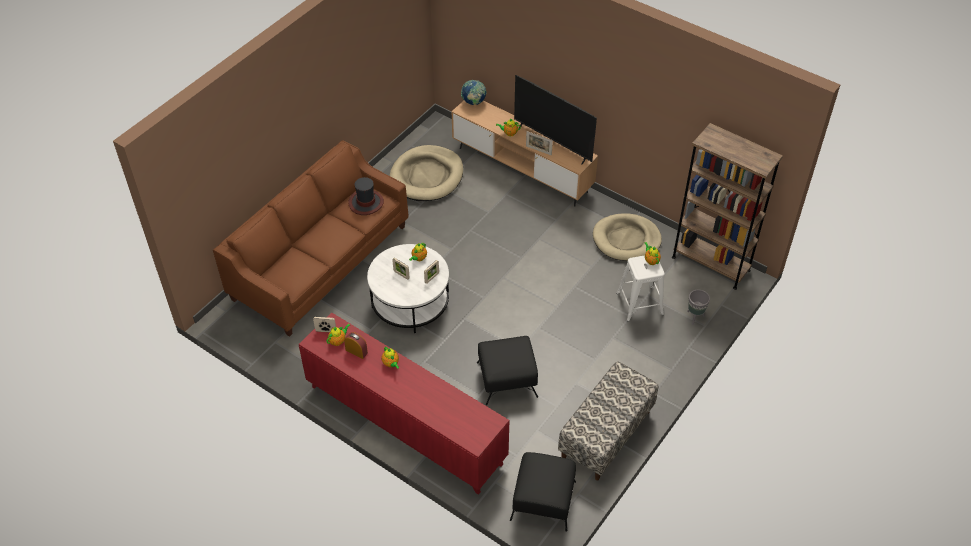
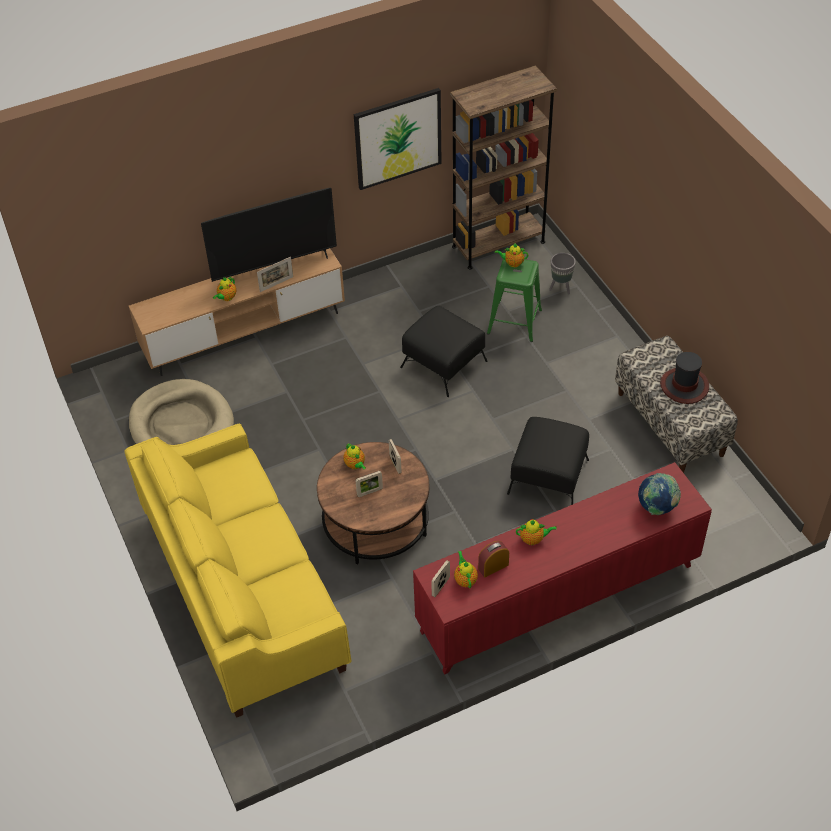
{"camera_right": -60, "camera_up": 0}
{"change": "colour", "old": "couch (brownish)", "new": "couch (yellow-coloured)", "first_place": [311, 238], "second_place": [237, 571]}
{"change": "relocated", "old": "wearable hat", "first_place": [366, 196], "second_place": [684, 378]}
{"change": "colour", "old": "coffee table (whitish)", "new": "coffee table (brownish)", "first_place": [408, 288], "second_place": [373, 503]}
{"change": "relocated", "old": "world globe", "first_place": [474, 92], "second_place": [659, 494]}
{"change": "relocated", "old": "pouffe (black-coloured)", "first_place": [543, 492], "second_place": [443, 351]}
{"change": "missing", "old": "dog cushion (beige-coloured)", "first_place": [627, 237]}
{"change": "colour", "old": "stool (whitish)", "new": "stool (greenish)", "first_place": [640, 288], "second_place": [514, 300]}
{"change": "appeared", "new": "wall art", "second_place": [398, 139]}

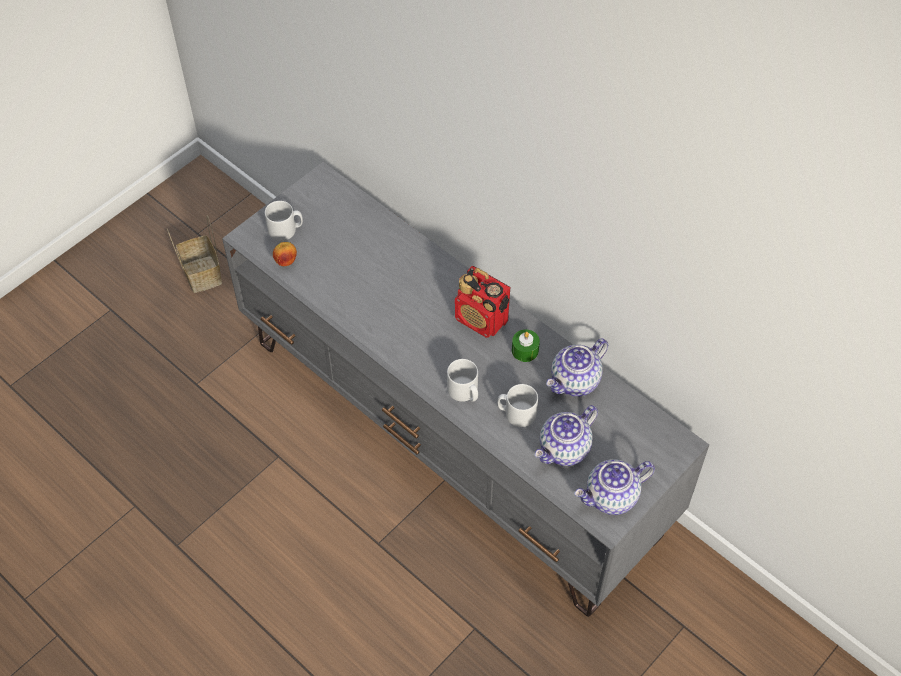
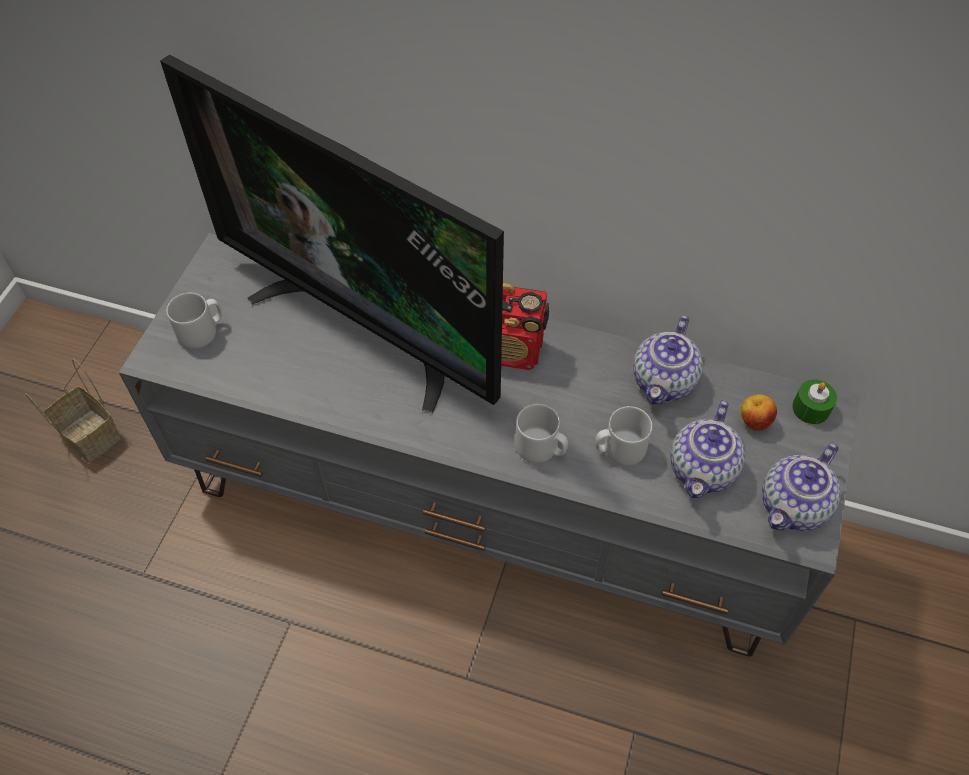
{"camera_right": -25, "camera_up": 0}
{"change": "relocated", "old": "apple fruit", "first_place": [285, 254], "second_place": [759, 412]}
{"change": "relocated", "old": "wax light (greenish)", "first_place": [526, 345], "second_place": [814, 402]}
{"change": "appeared", "new": "TV", "second_place": [332, 233]}

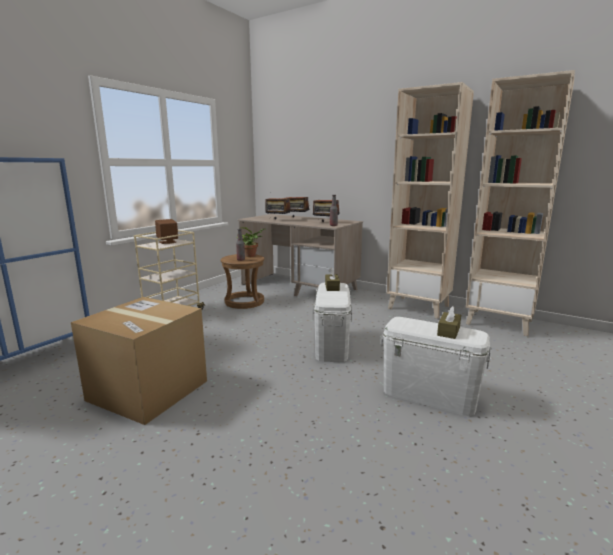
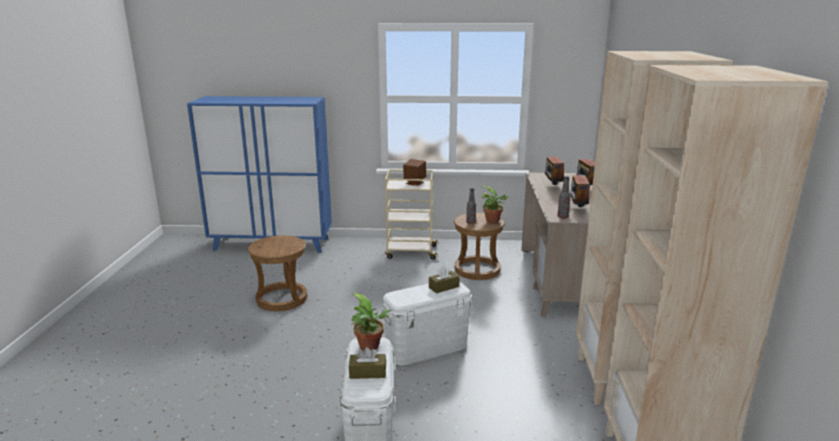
{"camera_right": 60, "camera_up": 5}
{"change": "exchanged", "old": "carton", "new": "stool (brownish)", "first_place": [139, 361], "second_place": [277, 273]}
{"change": "appeared", "new": "plant in a pot", "second_place": [372, 322]}

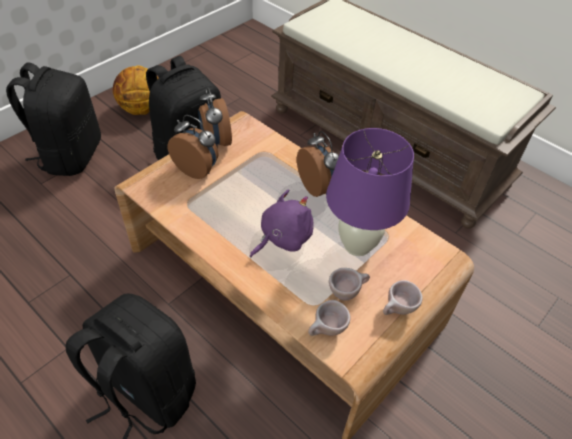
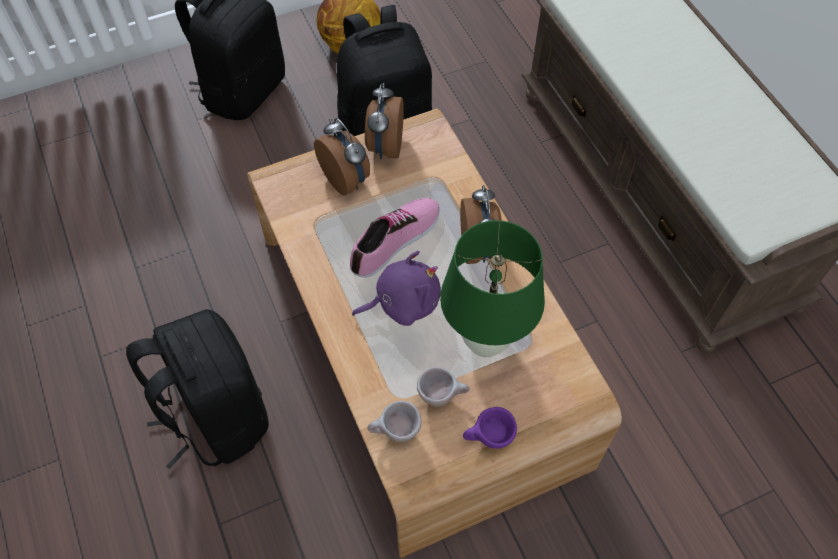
{"camera_right": 25, "camera_up": 10}
{"change": "colour", "old": "tabletop lamp (purplish)", "new": "tabletop lamp (greenish)", "first_place": [370, 192], "second_place": [492, 288]}
{"change": "colour", "old": "drinking cup (beige-coloured)", "new": "drinking cup (purplish)", "first_place": [403, 297], "second_place": [490, 428]}
{"change": "appeared", "new": "shoe", "second_place": [395, 238]}

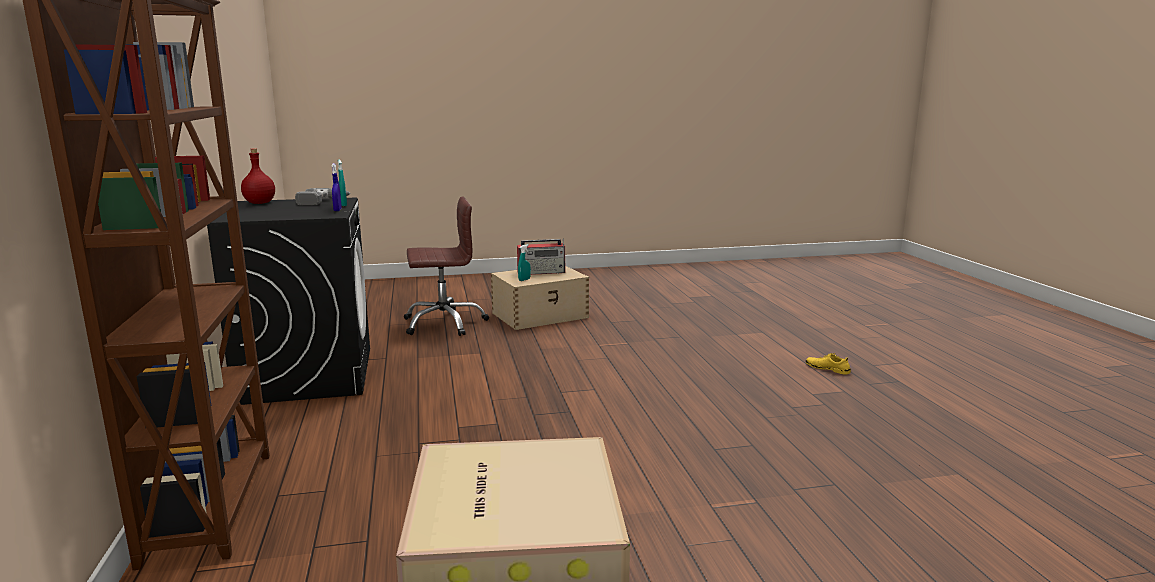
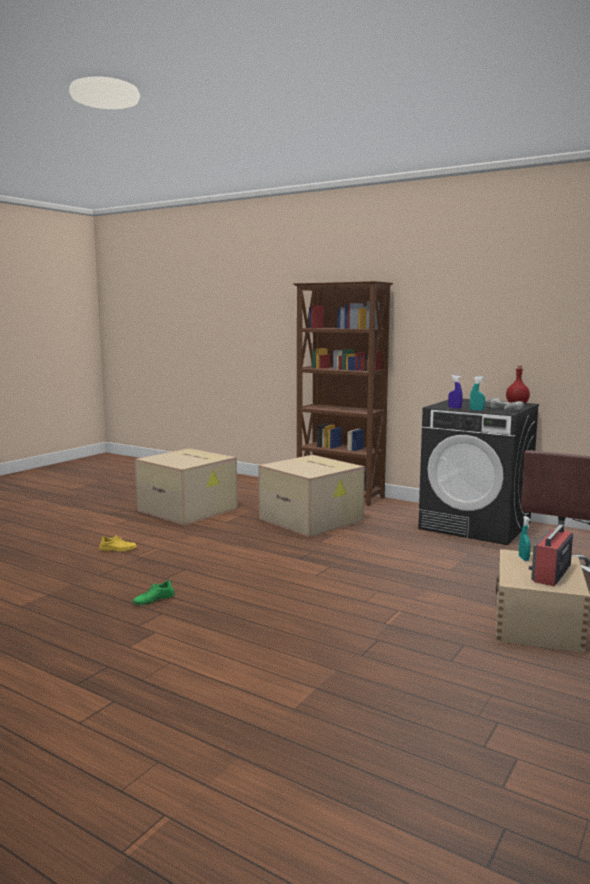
{"camera_right": 135, "camera_up": -5}
{"change": "relocated", "old": "shoe (yellow-coloured)", "first_place": [828, 364], "second_place": [118, 544]}
{"change": "appeared", "new": "shoe (greenish)", "second_place": [153, 592]}
{"change": "appeared", "new": "carton", "second_place": [311, 496]}

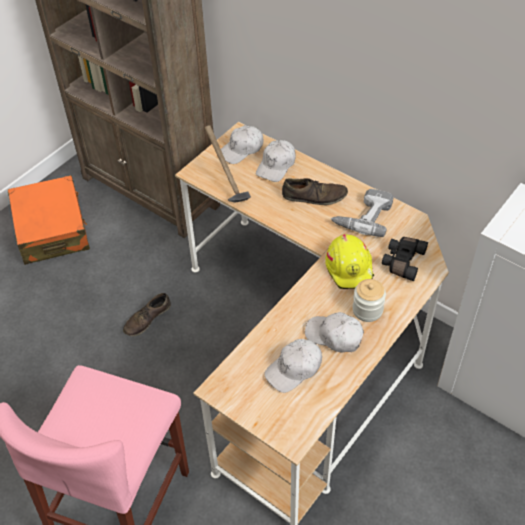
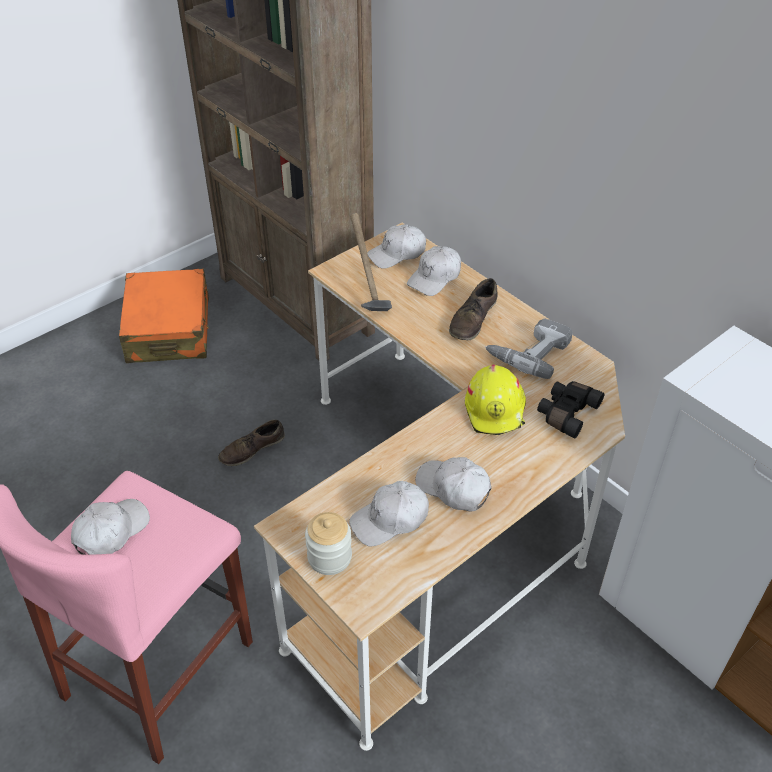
{"camera_right": 10, "camera_up": -5}
{"change": "spun", "old": "shoe (brownish)", "first_place": [315, 191], "second_place": [473, 309], "degrees": 105}
{"change": "relocated", "old": "preserve jar", "first_place": [369, 300], "second_place": [328, 543]}
{"change": "appeared", "new": "cap (whitish)", "second_place": [110, 527]}

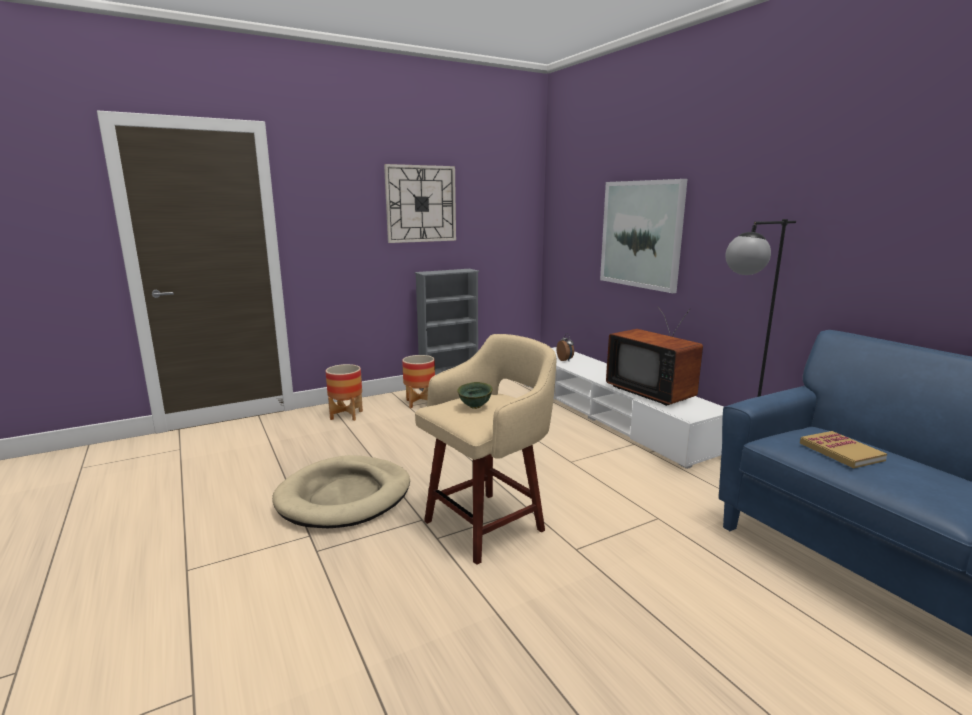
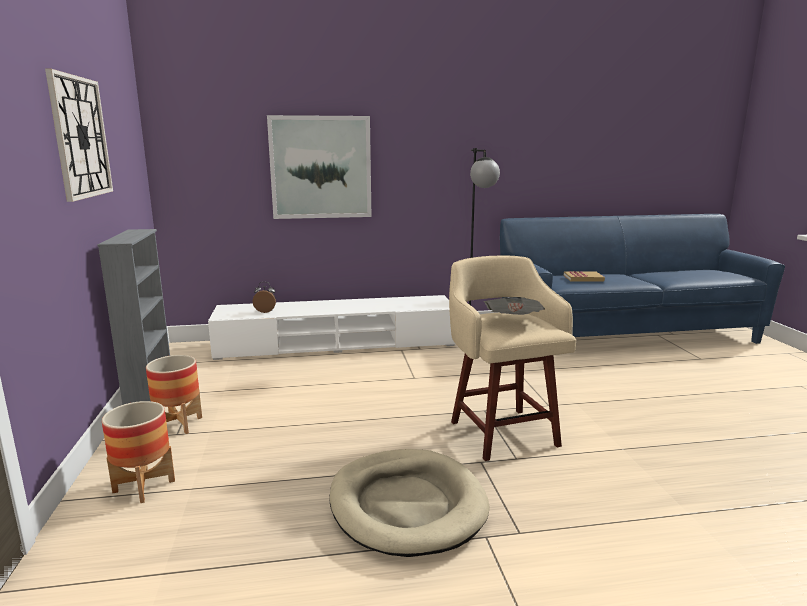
{"camera_right": -70, "camera_up": 0}
{"change": "exchanged", "old": "bowl (greenish)", "new": "newspaper", "first_place": [475, 395], "second_place": [514, 306]}
{"change": "missing", "old": "TV", "first_place": [654, 356]}

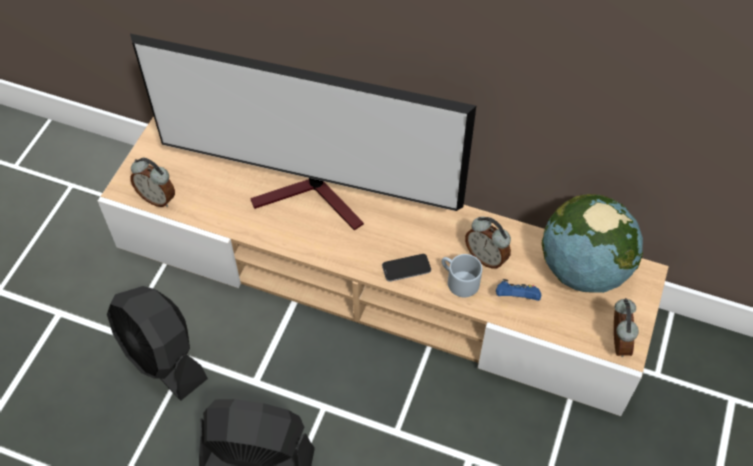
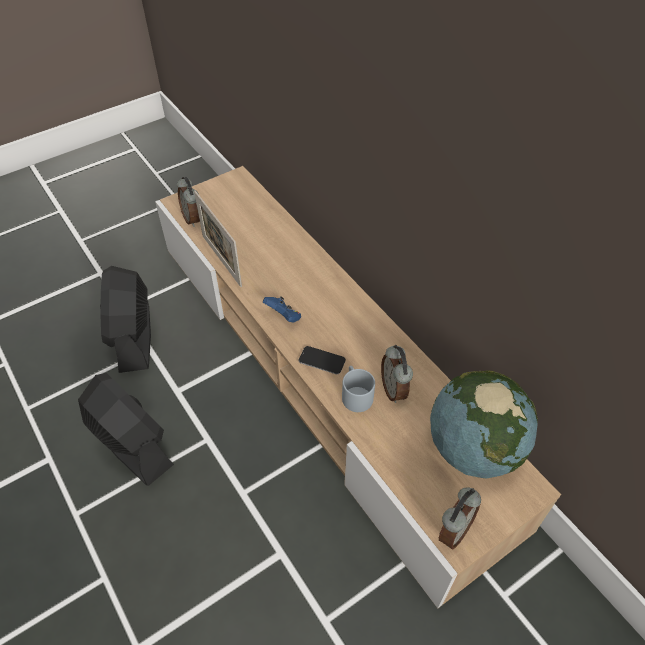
{"camera_right": 35, "camera_up": -5}
{"change": "missing", "old": "TV", "first_place": [303, 132]}
{"change": "relocated", "old": "game controller (bluish)", "first_place": [518, 290], "second_place": [282, 309]}
{"change": "appeared", "new": "picture frame", "second_place": [218, 239]}

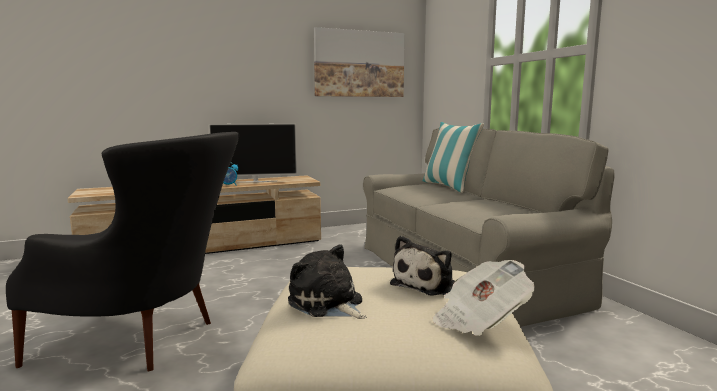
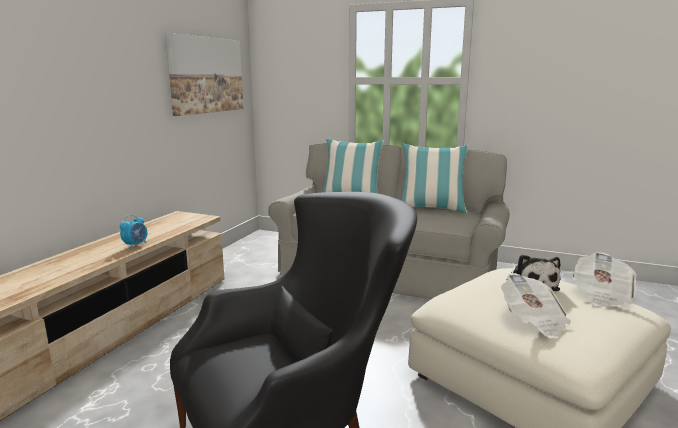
{"camera_right": -45, "camera_up": 5}
{"change": "missing", "old": "TV", "first_place": [253, 153]}
{"change": "exchanged", "old": "plush toy", "new": "newspaper", "first_place": [327, 281], "second_place": [536, 306]}
{"change": "appeared", "new": "cushion", "second_place": [435, 178]}

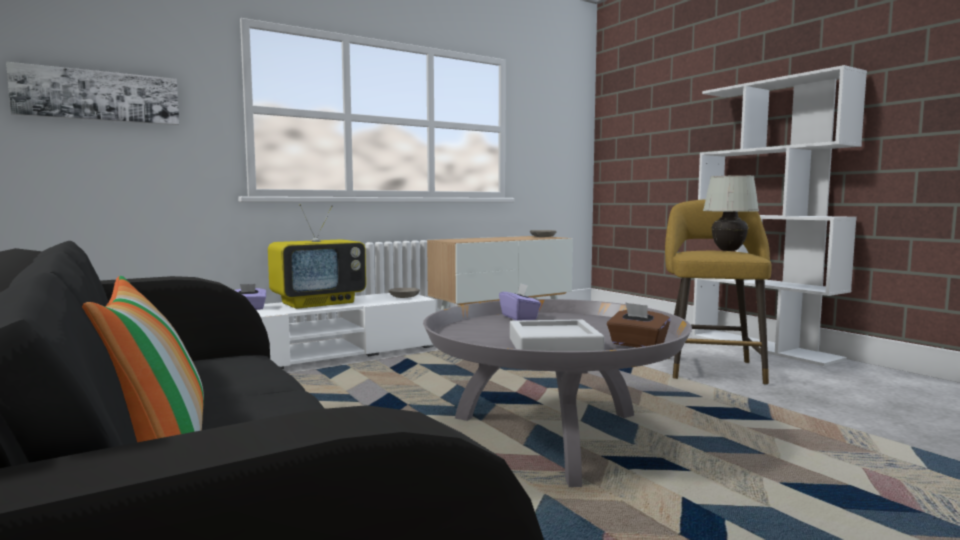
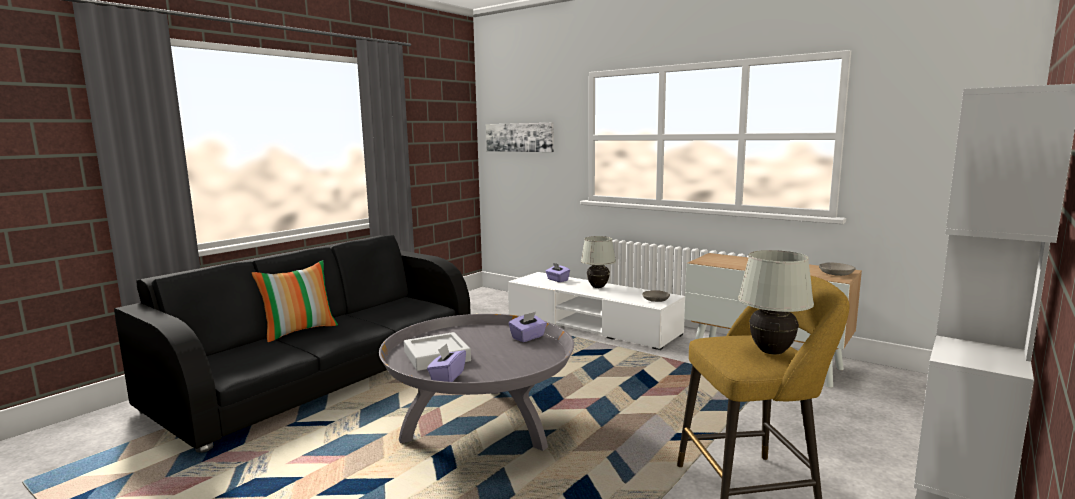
{"camera_right": 70, "camera_up": 5}
{"change": "exchanged", "old": "TV", "new": "tabletop lamp (whitish)", "first_place": [317, 256], "second_place": [598, 262]}
{"change": "colour", "old": "tissue holder (brownish)", "new": "tissue holder (purplish)", "first_place": [639, 324], "second_place": [446, 362]}

